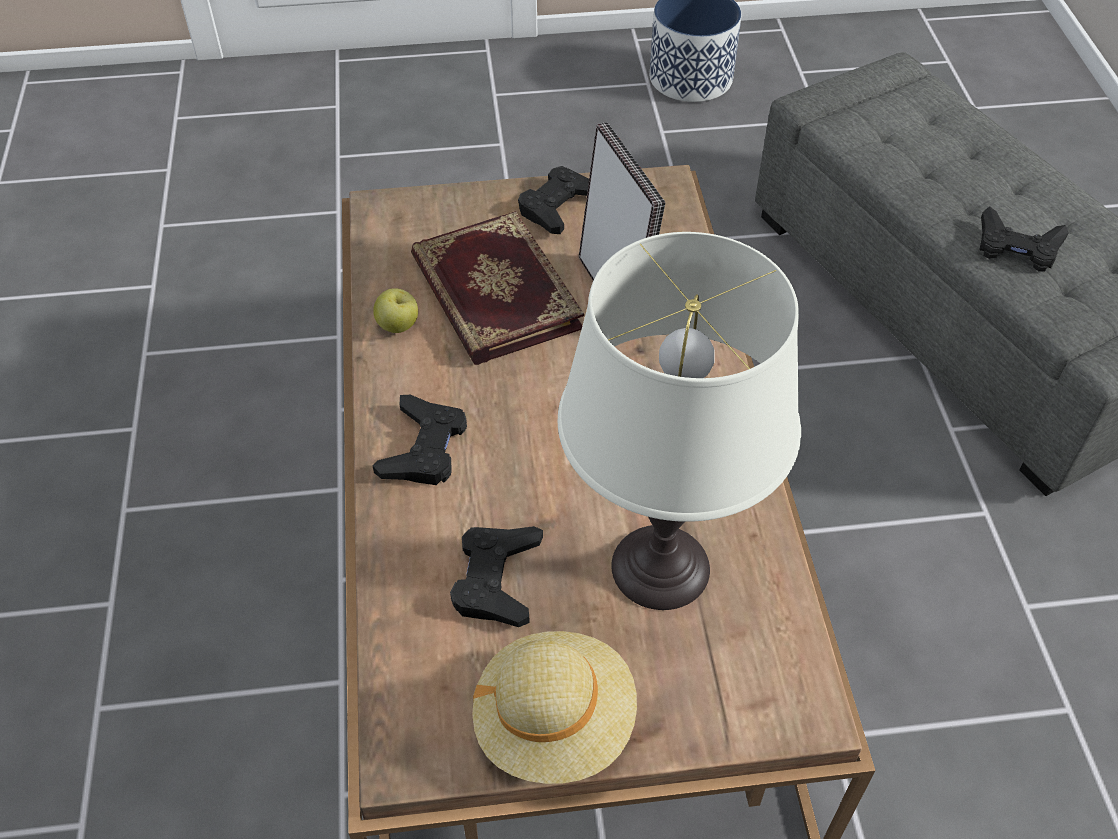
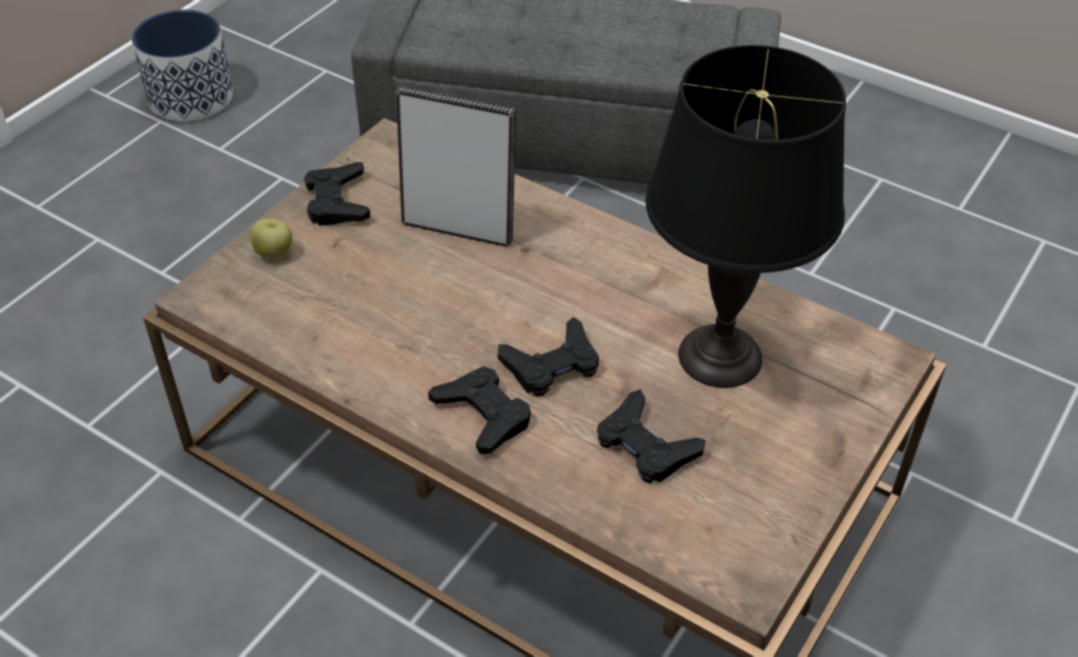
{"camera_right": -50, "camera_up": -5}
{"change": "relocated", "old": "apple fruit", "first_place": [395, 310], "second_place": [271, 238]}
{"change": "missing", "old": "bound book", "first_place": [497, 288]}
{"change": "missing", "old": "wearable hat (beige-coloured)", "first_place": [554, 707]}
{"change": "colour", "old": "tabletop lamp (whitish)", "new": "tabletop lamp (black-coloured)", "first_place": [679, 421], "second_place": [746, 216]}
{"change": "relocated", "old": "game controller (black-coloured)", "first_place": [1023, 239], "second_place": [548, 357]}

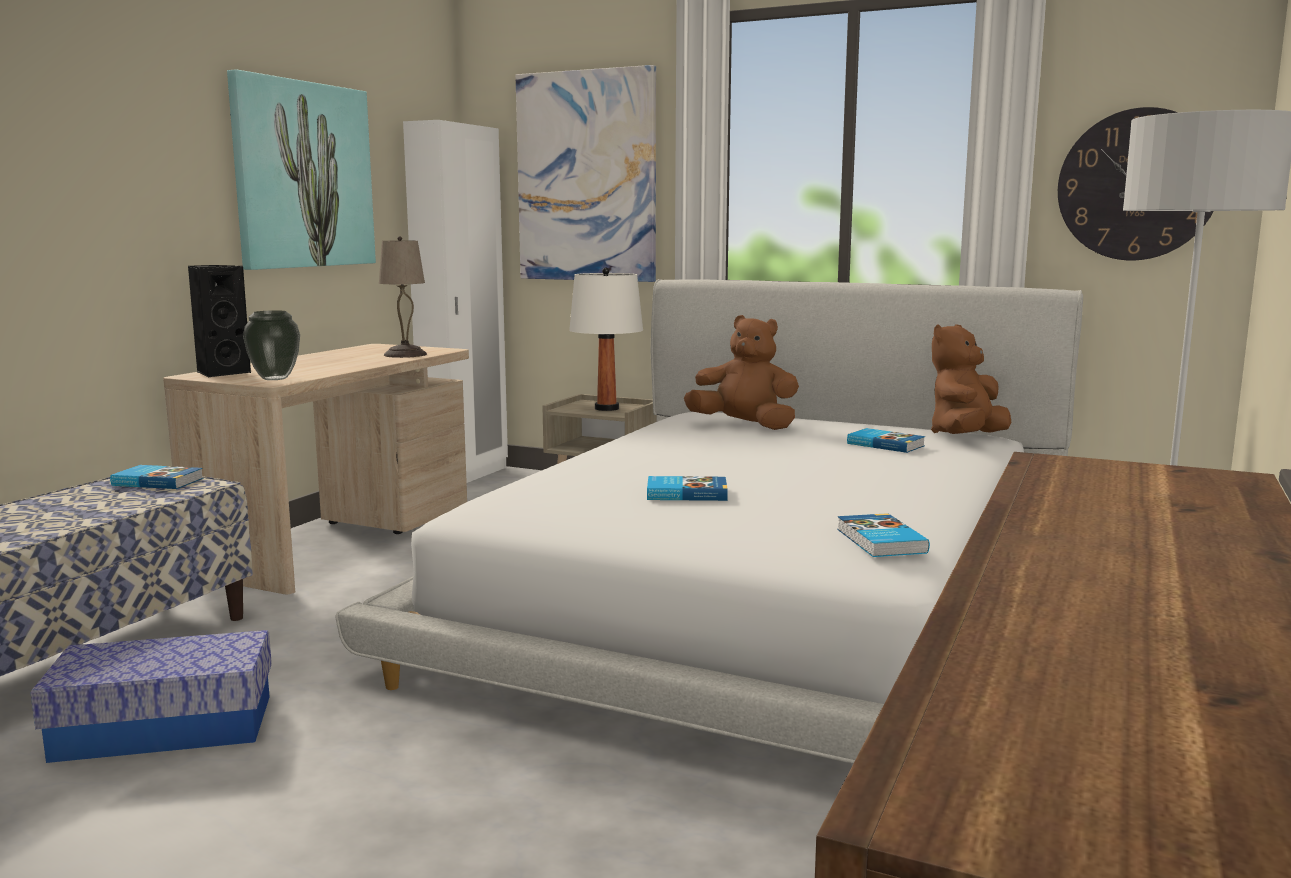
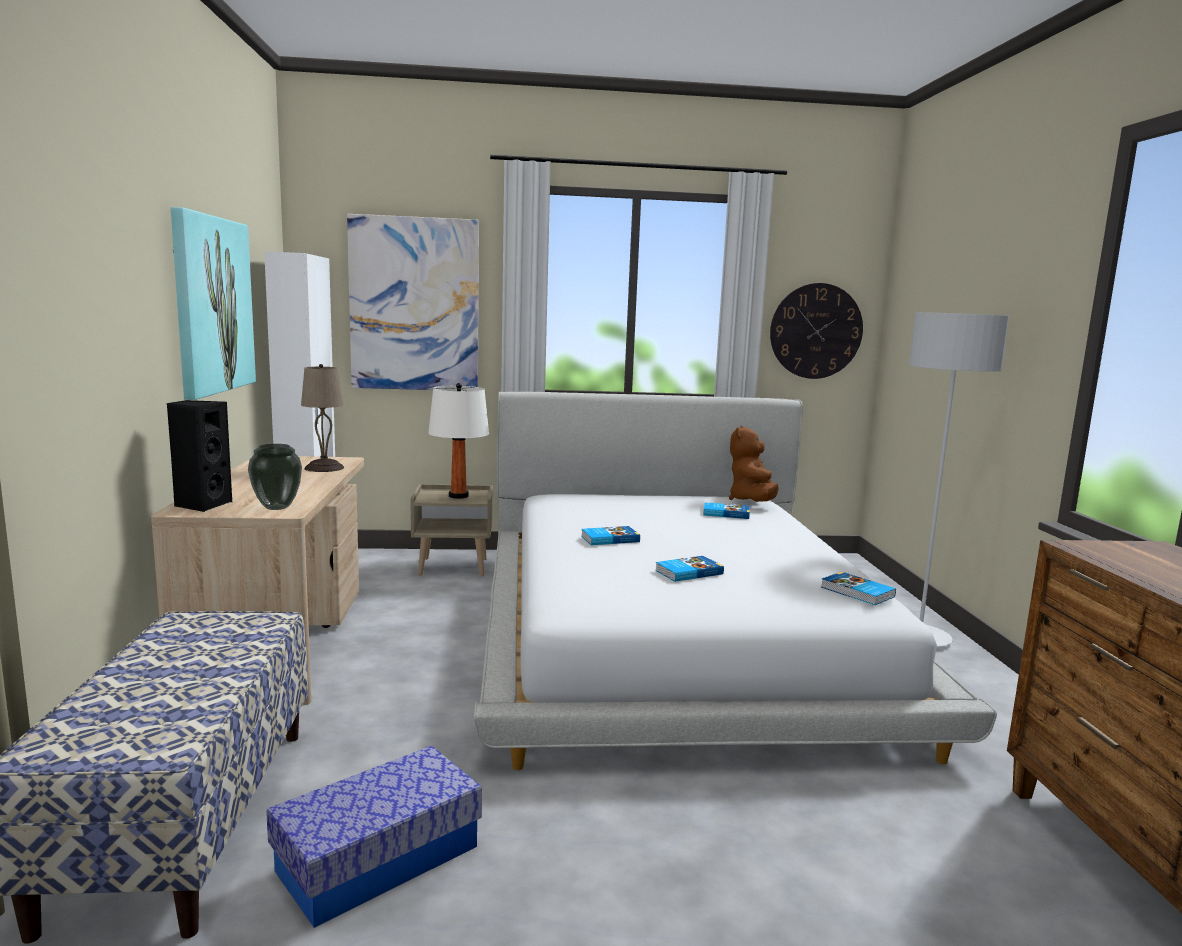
{"camera_right": -30, "camera_up": 0}
{"change": "relocated", "old": "bound book", "first_place": [156, 477], "second_place": [610, 535]}
{"change": "missing", "old": "plush toy (brownish)", "first_place": [741, 372]}

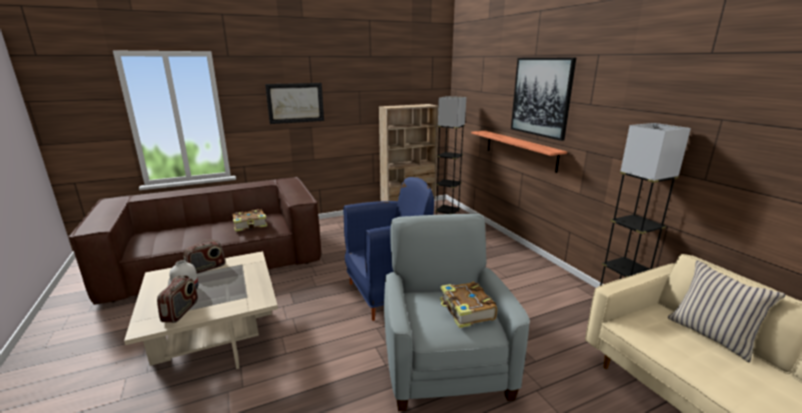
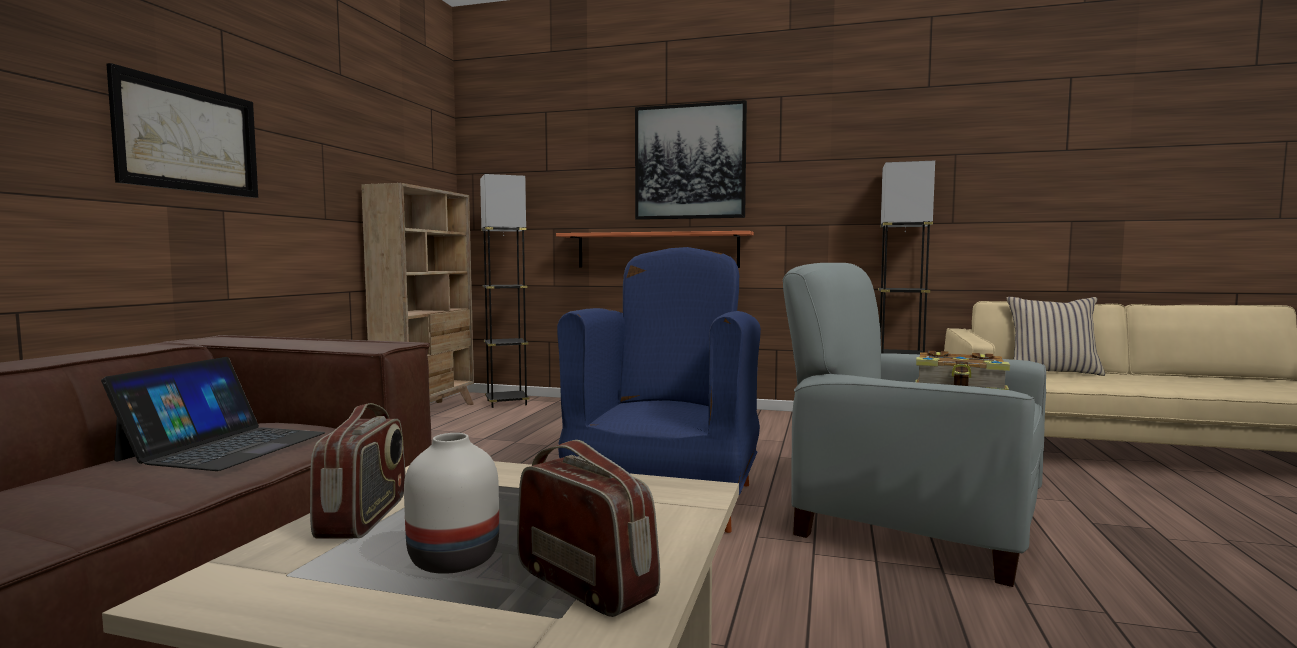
{"camera_right": -50, "camera_up": -15}
{"change": "exchanged", "old": "bound book", "new": "notebook computer", "first_place": [250, 220], "second_place": [213, 414]}

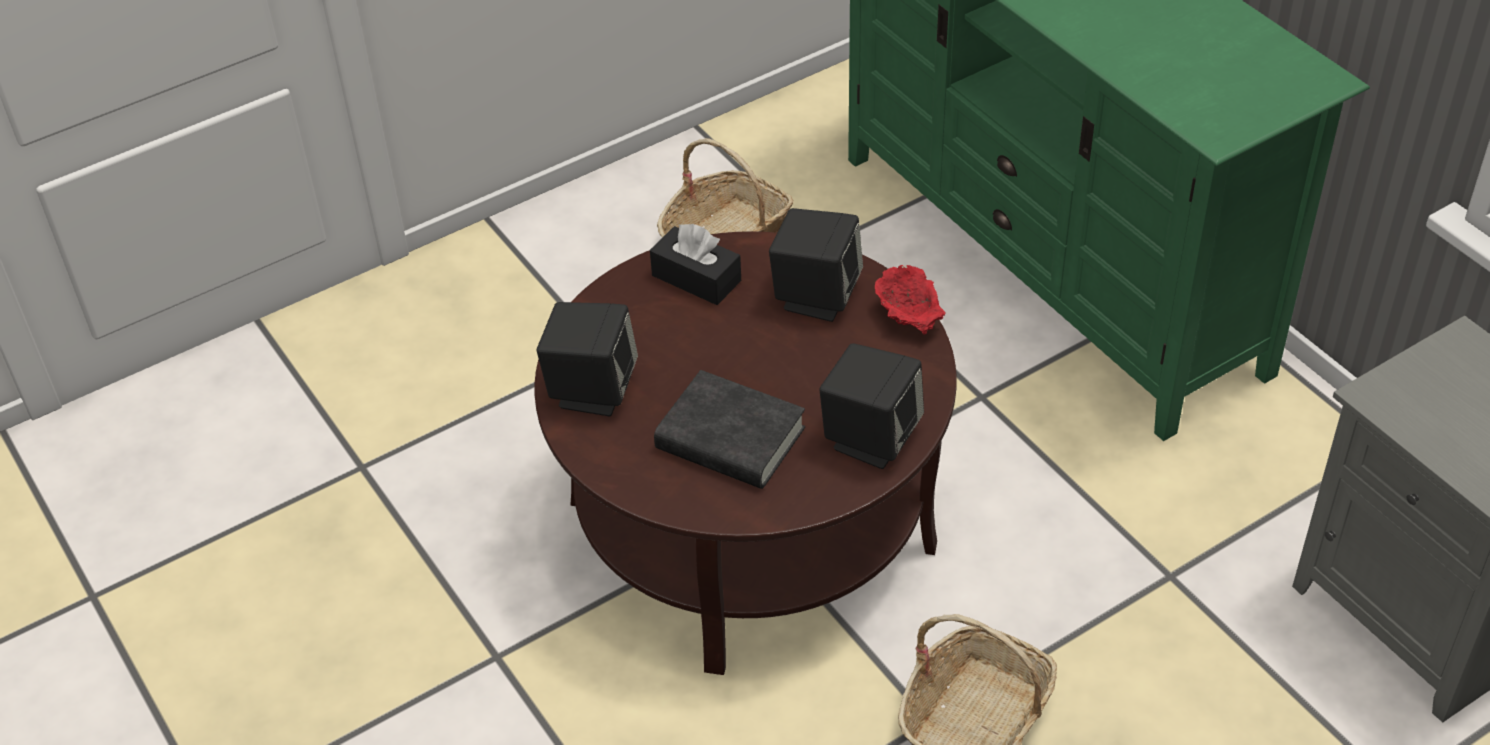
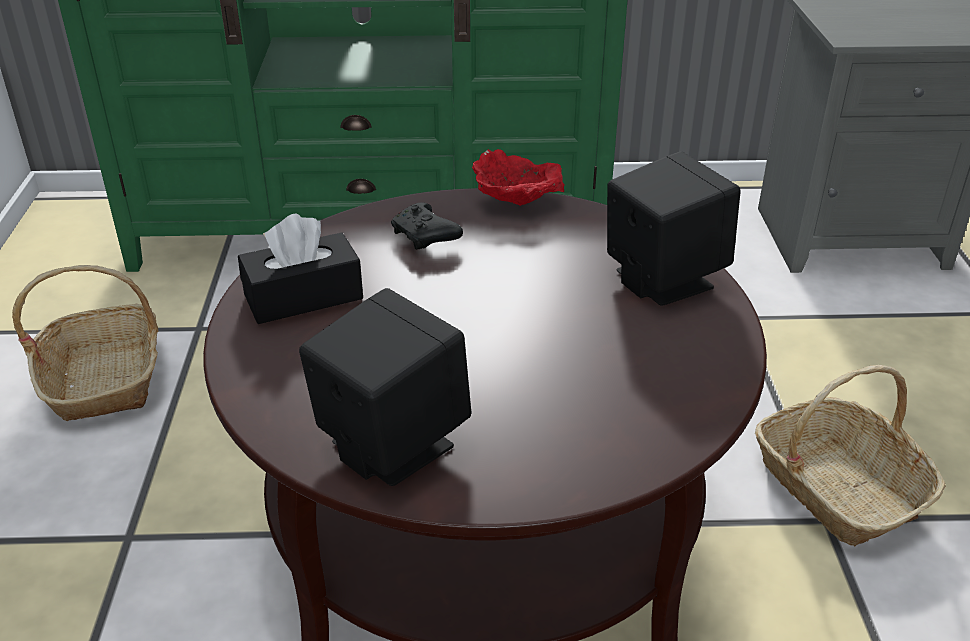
{"camera_right": -60, "camera_up": -10}
{"change": "missing", "old": "bound book (black-coloured)", "first_place": [729, 429]}
{"change": "exchanged", "old": "loudspeaker (black-coloured)", "new": "game controller (black-coloured)", "first_place": [816, 265], "second_place": [427, 226]}

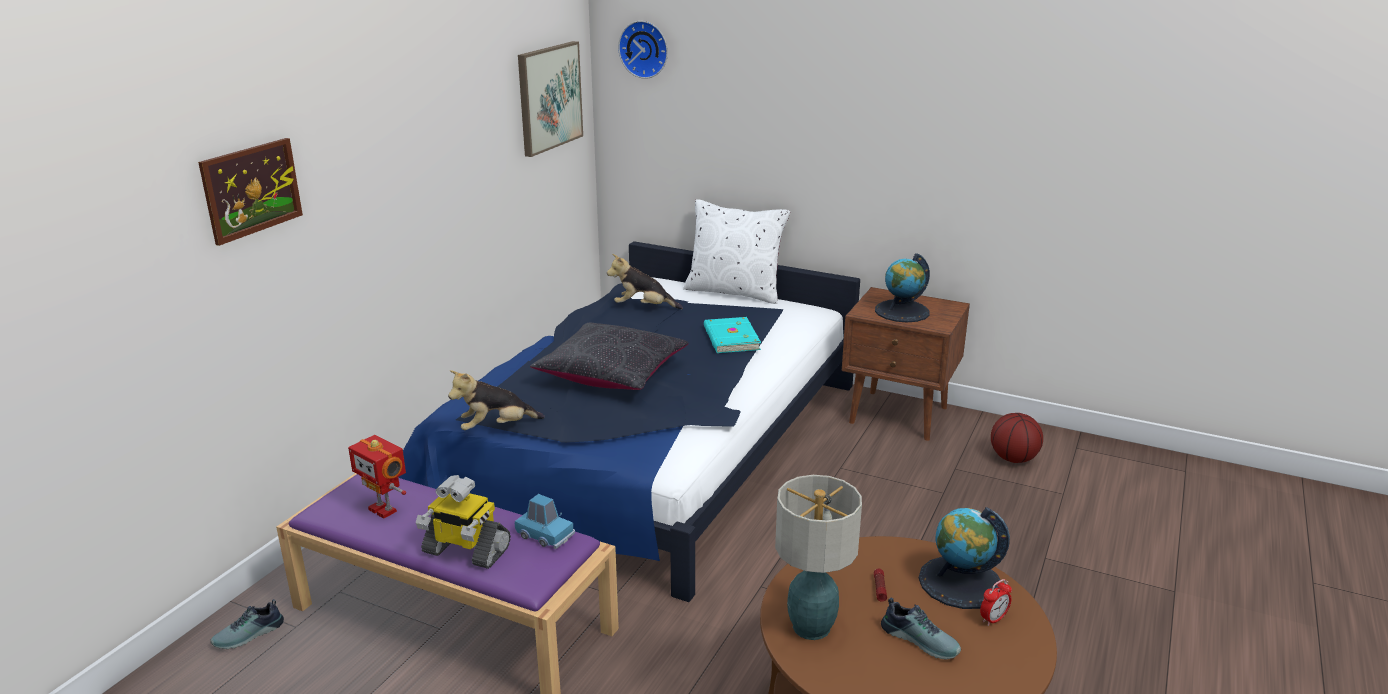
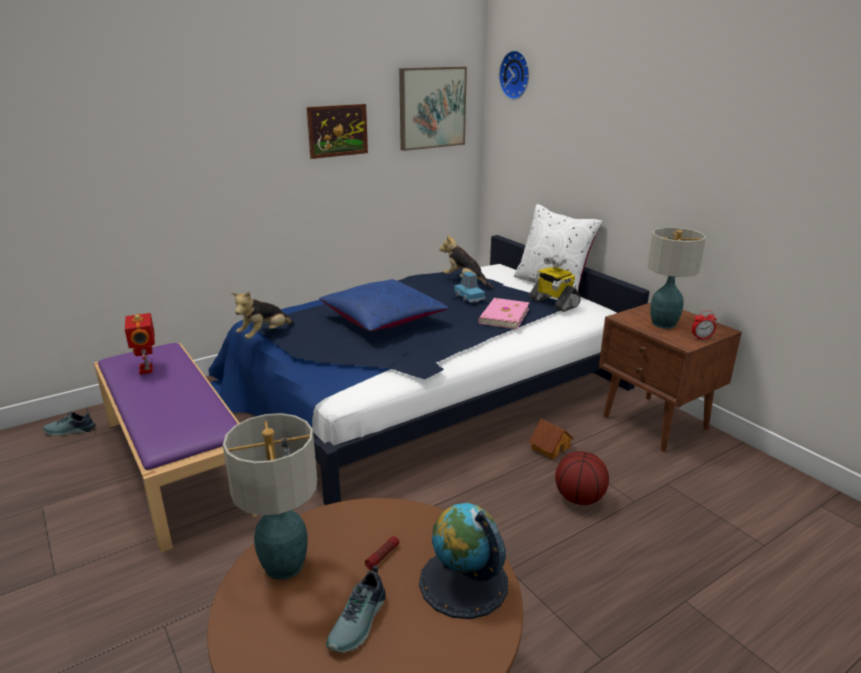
{"camera_right": 30, "camera_up": 0}
{"change": "relocated", "old": "wall art", "first_place": [250, 192], "second_place": [337, 131]}
{"change": "relocated", "old": "model robot", "first_place": [463, 522], "second_place": [555, 283]}
{"change": "spun", "old": "plush toy", "first_place": [496, 400], "second_place": [263, 315], "degrees": -60}
{"change": "relocated", "old": "toy car (bluish)", "first_place": [545, 521], "second_place": [470, 287]}
{"change": "colour", "old": "cushion (black-coloured)", "new": "cushion (bluish)", "first_place": [609, 356], "second_place": [383, 305]}
{"change": "colour", "old": "bound book (blue-green)", "new": "bound book (pinkish)", "first_place": [732, 335], "second_place": [504, 313]}
{"change": "exchanged", "old": "world globe", "new": "tabletop lamp", "first_place": [902, 287], "second_place": [677, 278]}
{"change": "spun", "old": "shoe", "first_place": [921, 628], "second_place": [356, 608], "degrees": 45}
{"change": "relocated", "old": "bedside clock", "first_place": [996, 602], "second_place": [704, 324]}
{"change": "relocated", "old": "basketball", "first_place": [1017, 438], "second_place": [582, 478]}
{"change": "appeared", "new": "model house", "second_place": [551, 439]}

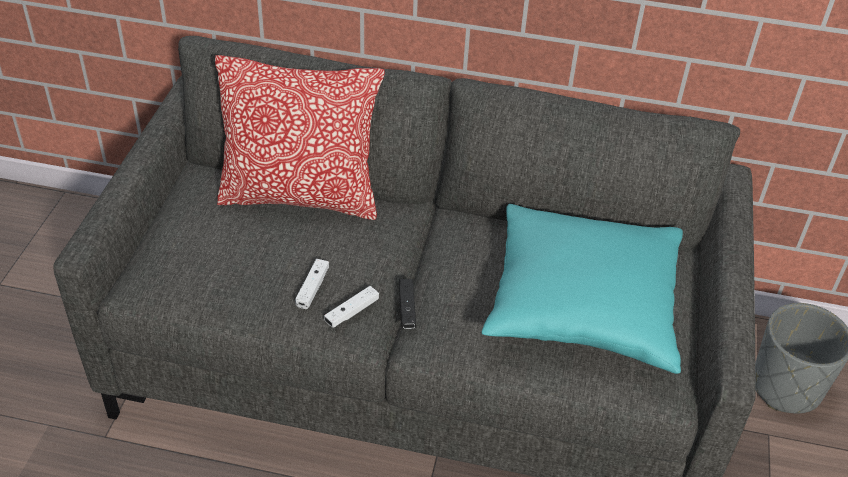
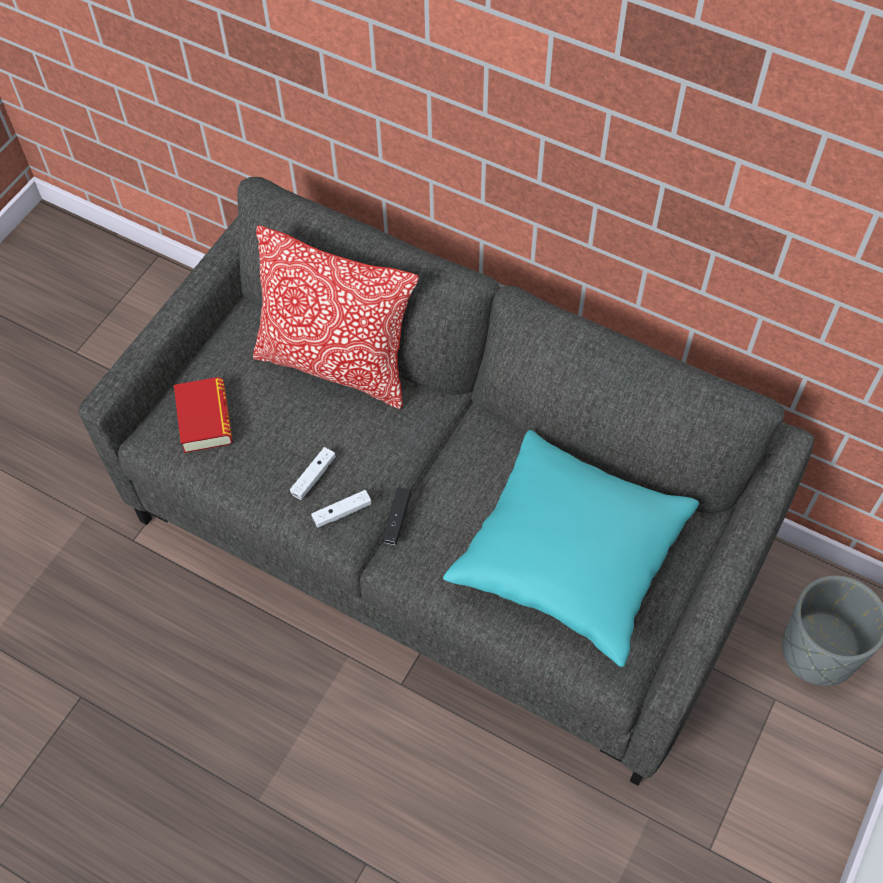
{"camera_right": 20, "camera_up": 15}
{"change": "appeared", "new": "bound book", "second_place": [203, 415]}

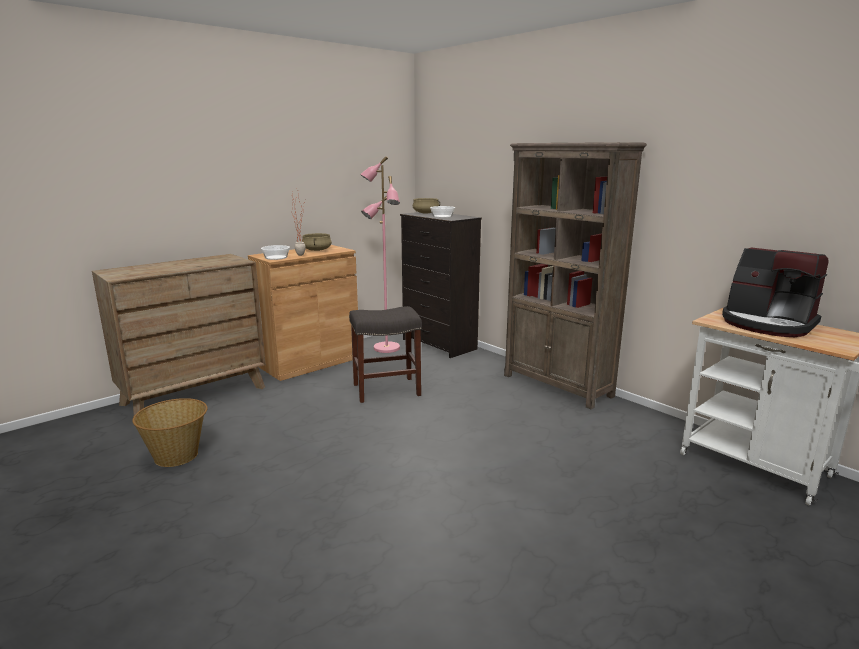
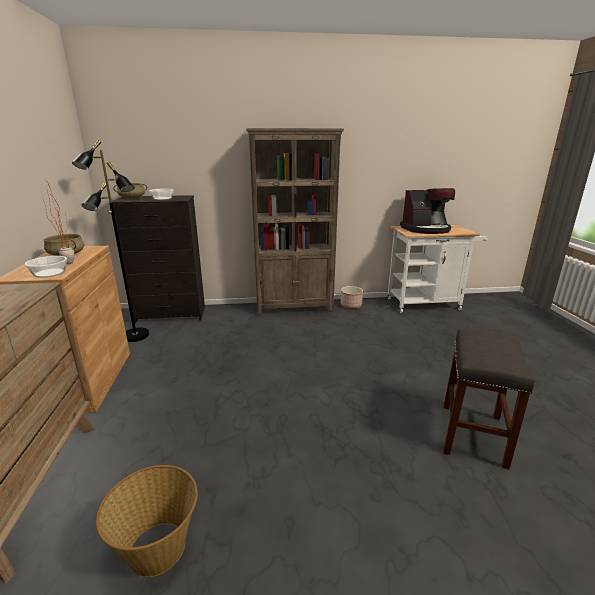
{"camera_right": -55, "camera_up": 5}
{"change": "relocated", "old": "stool (greyish)", "first_place": [385, 354], "second_place": [489, 399]}
{"change": "colour", "old": "floor lamp (pinkish)", "new": "floor lamp (black-coloured)", "first_place": [380, 254], "second_place": [110, 241]}
{"change": "appeared", "new": "flower pot", "second_place": [351, 297]}

